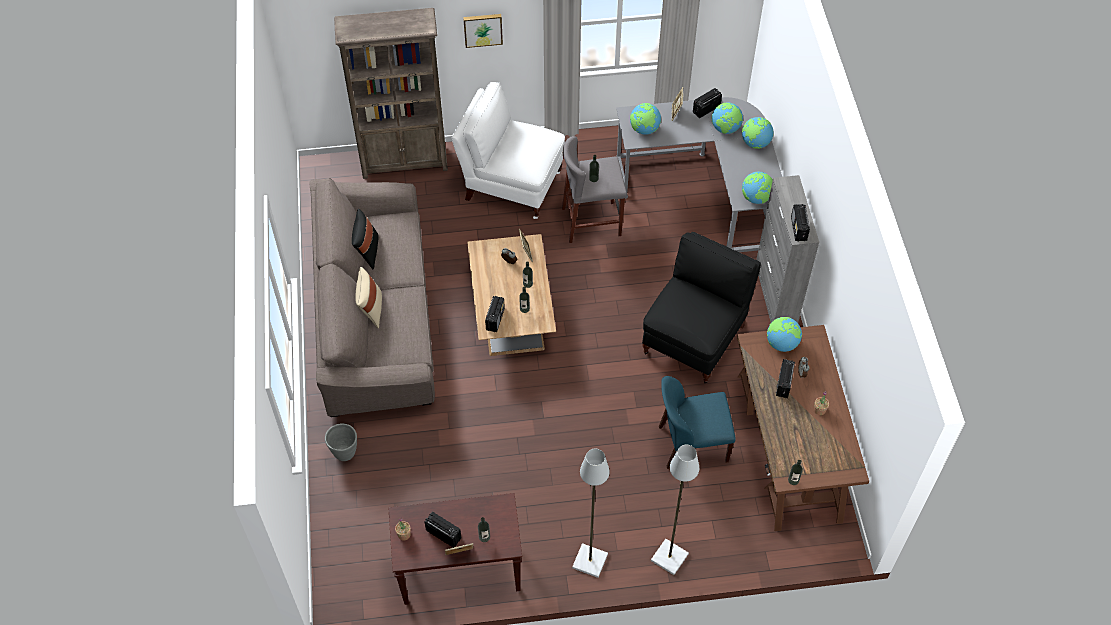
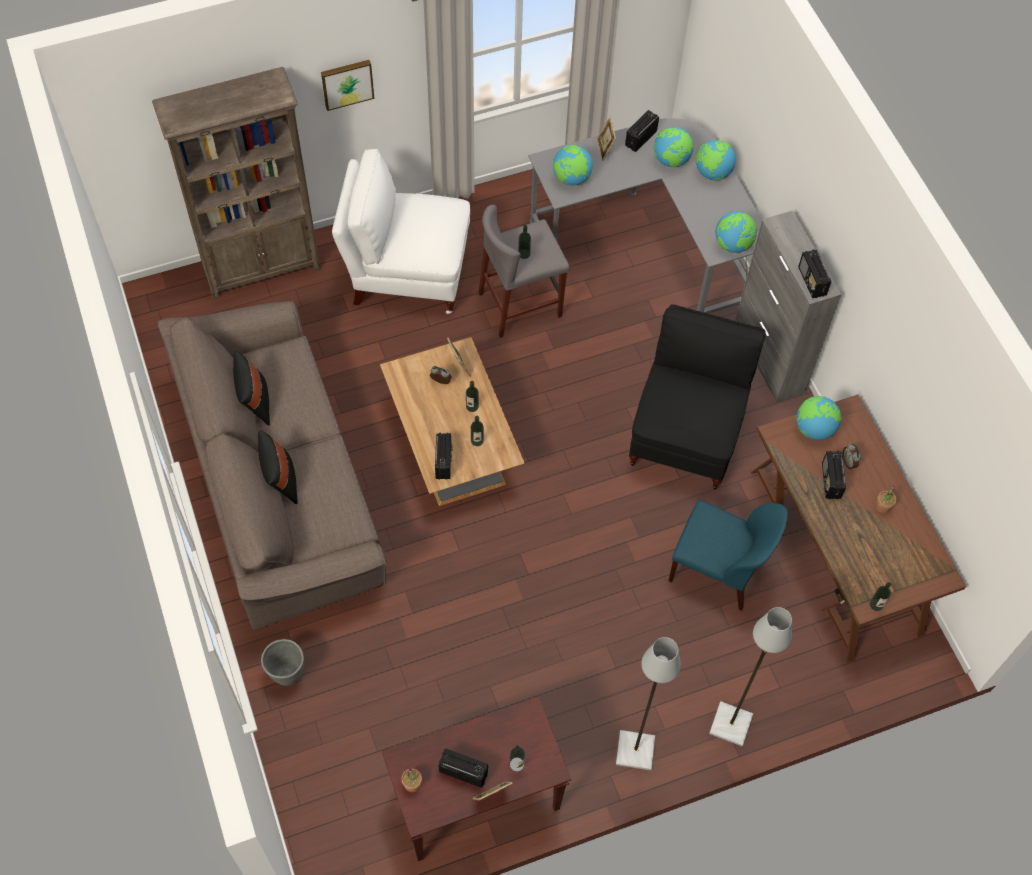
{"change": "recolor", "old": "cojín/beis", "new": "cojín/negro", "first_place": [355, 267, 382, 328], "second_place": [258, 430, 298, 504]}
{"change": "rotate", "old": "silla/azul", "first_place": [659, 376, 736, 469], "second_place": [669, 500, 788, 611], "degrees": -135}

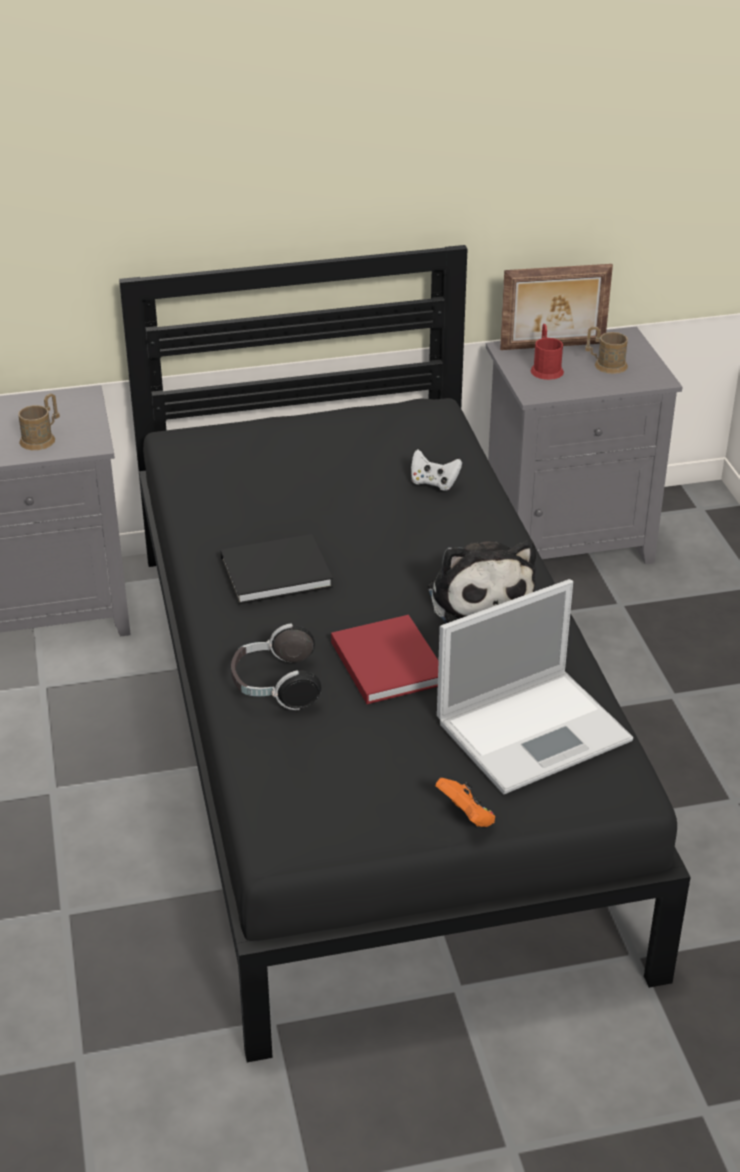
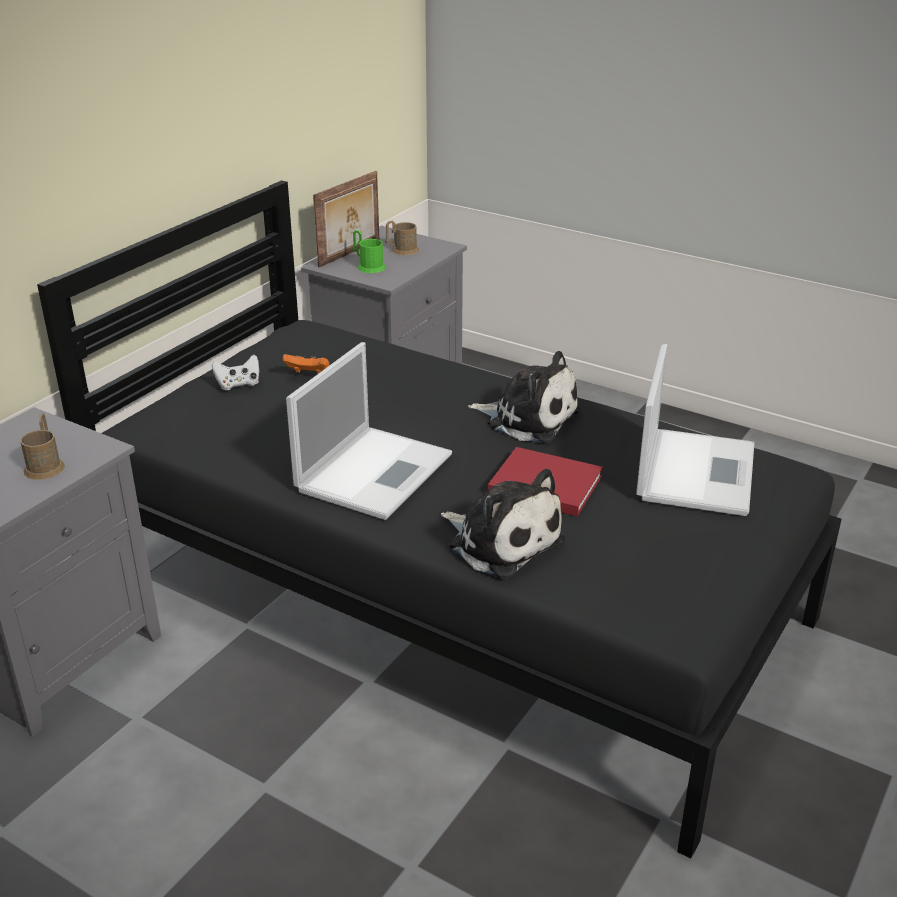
{"change": "move", "old": "mando de consola/blanco", "first_place": [411, 449, 462, 491], "second_place": [212, 355, 259, 390]}
{"change": "move", "old": "mando de consola/naranja", "first_place": [436, 778, 495, 827], "second_place": [282, 354, 329, 374]}
{"change": "replace", "old": "libro/negro", "new": "portátil", "first_place": [221, 534, 333, 604], "second_place": [286, 342, 452, 520]}
{"change": "recolor", "old": "taza grande/rojo", "new": "taza grande/verde", "first_place": [531, 324, 564, 380], "second_place": [353, 230, 386, 273]}
{"change": "replace", "old": "auriculares", "new": "peluche", "first_place": [231, 623, 321, 710], "second_place": [441, 469, 565, 579]}

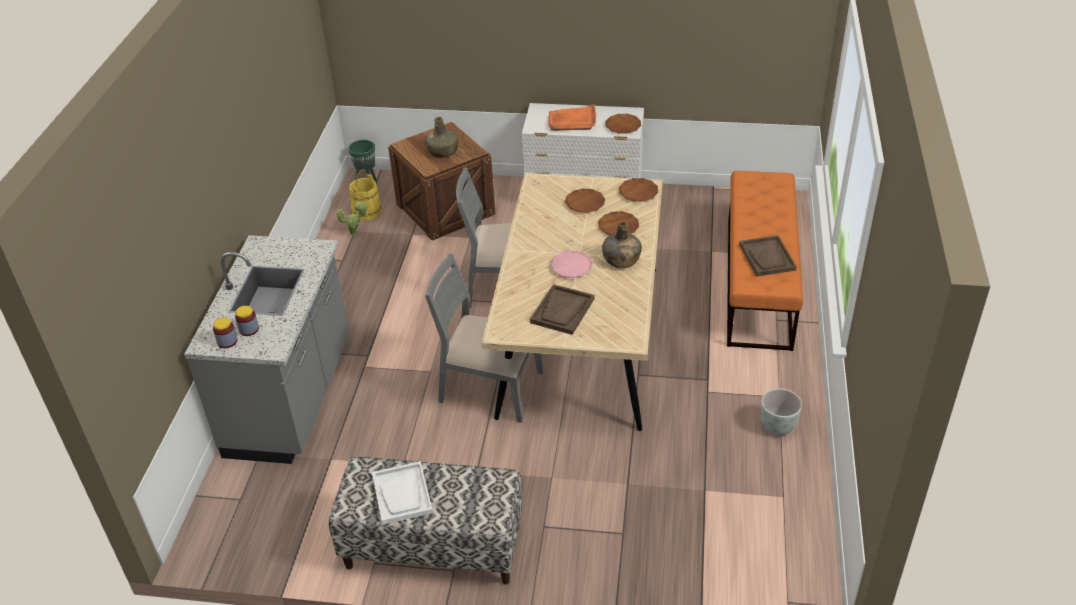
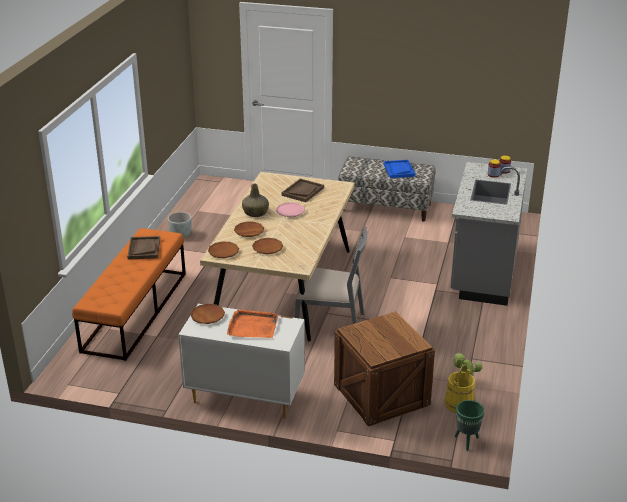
{"change": "recolor", "old": "bandeja/blanco", "new": "bandeja/azul", "first_place": [372, 461, 433, 525], "second_place": [384, 160, 416, 178]}
{"change": "delete", "old": "botella/verde", "first_place": [425, 117, 458, 158]}
{"change": "delete", "old": "silla/gris", "first_place": [425, 253, 543, 423]}

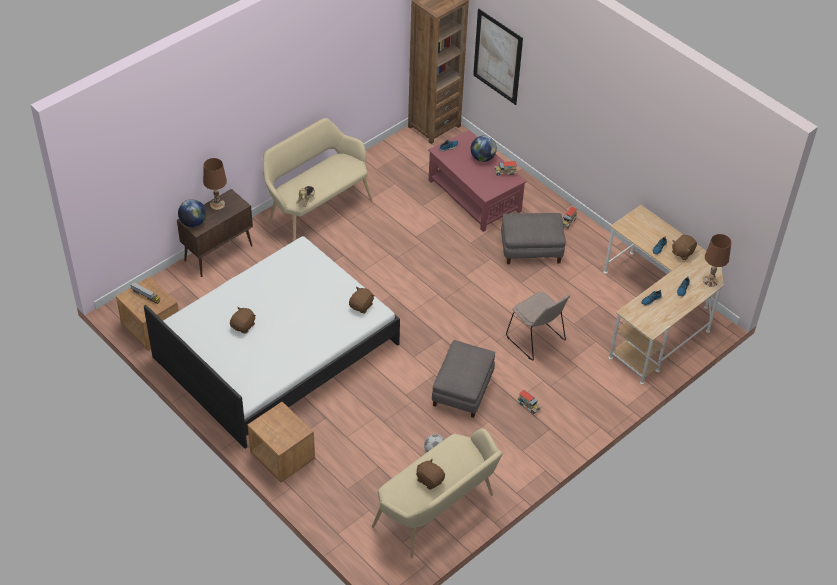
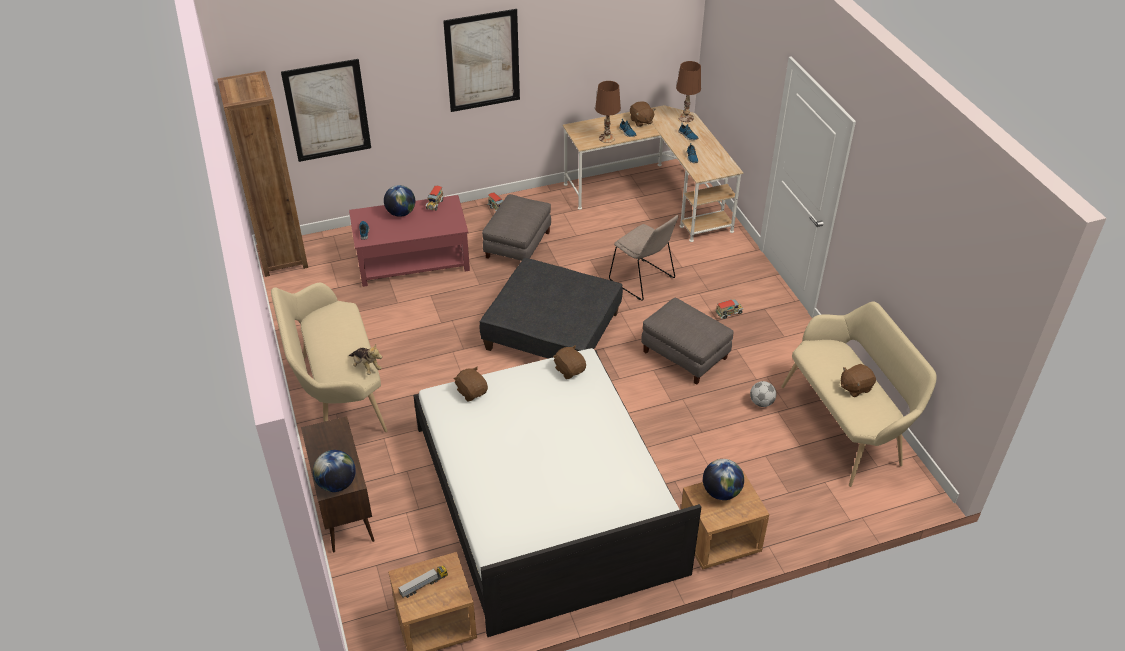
{"change": "insert", "new": "cuadro", "second_place": [443, 9, 520, 112]}
{"change": "move", "old": "peluche/marrón", "first_place": [230, 307, 256, 334], "second_place": [454, 367, 488, 402]}
{"change": "insert", "new": "puf/gris", "second_place": [479, 258, 623, 359]}
{"change": "move", "old": "lámpara de mesa/marrón", "first_place": [203, 158, 227, 210], "second_place": [595, 81, 621, 143]}
{"change": "rotate", "old": "silla/beis", "first_place": [506, 292, 570, 361], "second_place": [609, 215, 678, 301], "degrees": 60}
{"change": "insert", "new": "globo terráqueo", "second_place": [703, 459, 744, 500]}

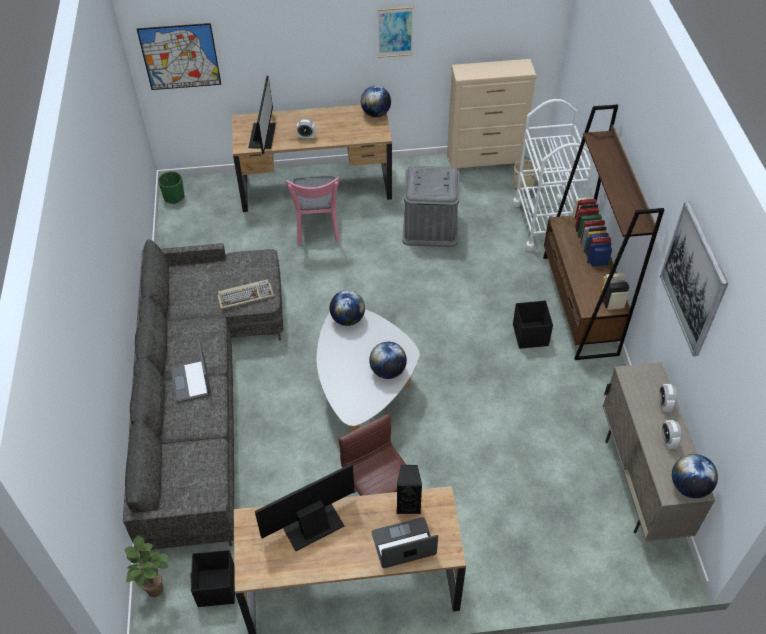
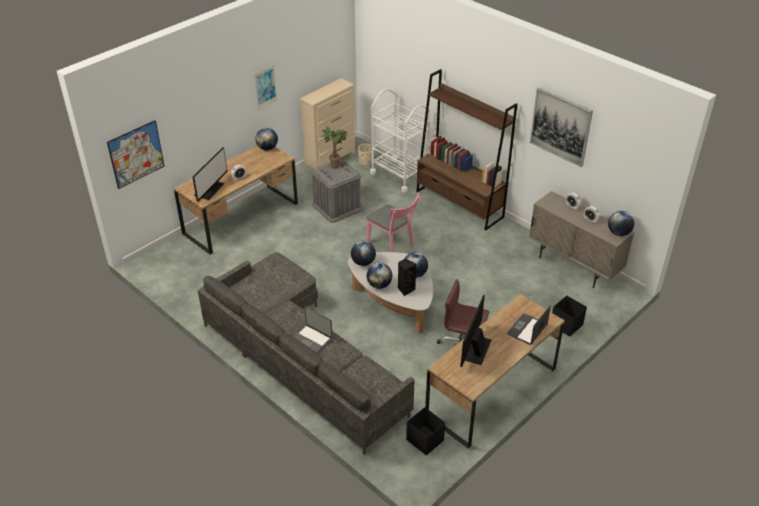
{"change": "rotate", "old": "monitor", "first_place": [249, 76, 276, 154], "second_place": [193, 147, 228, 202], "degrees": 60}
{"change": "move", "old": "planta en maceta", "first_place": [125, 536, 168, 597], "second_place": [321, 126, 348, 169]}
{"change": "move", "old": "silla/rosa", "first_place": [286, 176, 340, 245], "second_place": [366, 193, 420, 252]}
{"change": "insert", "new": "globo terráqueo", "second_place": [367, 263, 392, 289]}
{"change": "move", "old": "altavoz/negro", "first_place": [397, 465, 422, 514], "second_place": [398, 258, 416, 296]}
{"change": "move", "old": "caja de almacenaje/negro", "first_place": [513, 300, 553, 349], "second_place": [552, 296, 587, 336]}
{"change": "delete", "old": "maceta/verde", "first_place": [158, 171, 184, 204]}
{"change": "delete", "old": "teclado", "first_place": [217, 280, 274, 309]}

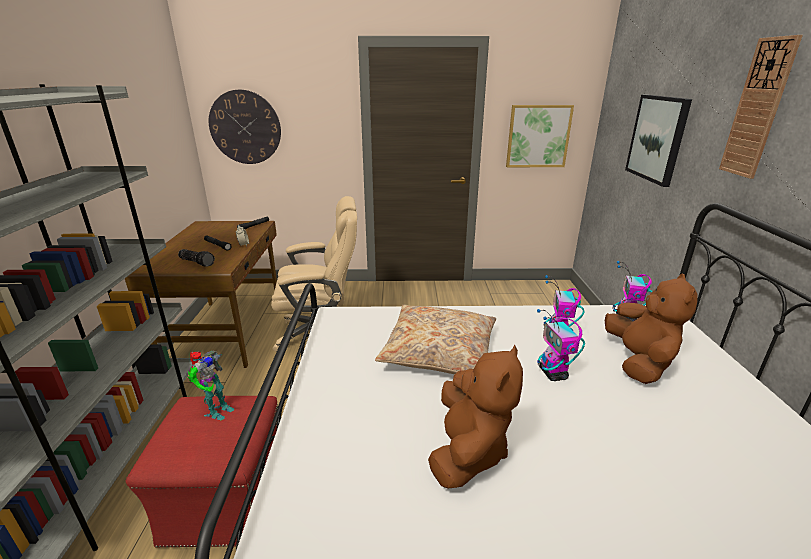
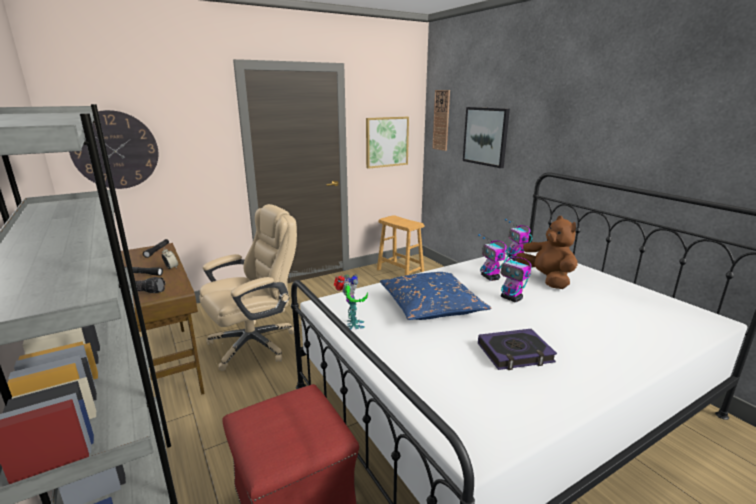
{"change": "move", "old": "robot de juguete", "first_place": [188, 351, 234, 420], "second_place": [334, 274, 368, 329]}
{"change": "insert", "new": "taburete/marrón", "second_place": [377, 215, 424, 276]}
{"change": "recolor", "old": "cojín/beis", "new": "cojín/azul", "first_place": [375, 305, 496, 374], "second_place": [380, 272, 491, 320]}
{"change": "move", "old": "reloj de pared", "first_place": [719, 35, 803, 179], "second_place": [432, 90, 450, 151]}
{"change": "replace", "old": "peluche/marrón", "new": "libro", "first_place": [428, 344, 523, 489], "second_place": [478, 329, 557, 370]}

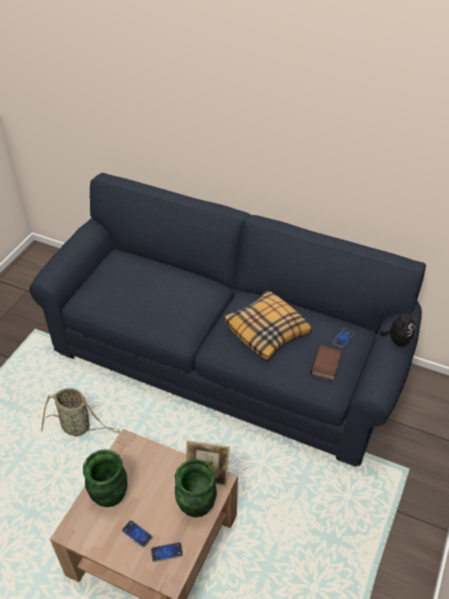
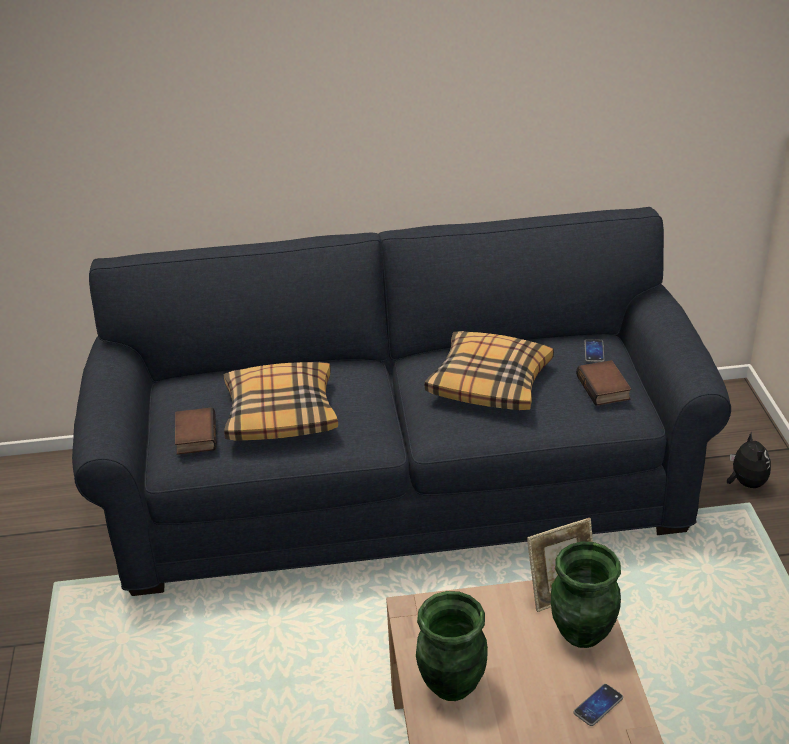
{"change": "insert", "new": "libro", "second_place": [175, 407, 217, 455]}
{"change": "insert", "new": "cojín", "second_place": [224, 362, 338, 441]}
{"change": "move", "old": "peluche", "first_place": [380, 308, 416, 346], "second_place": [727, 431, 771, 488]}
{"change": "delete", "old": "cesta", "first_place": [41, 388, 119, 436]}
{"change": "delete", "old": "móvil", "first_place": [122, 520, 153, 548]}

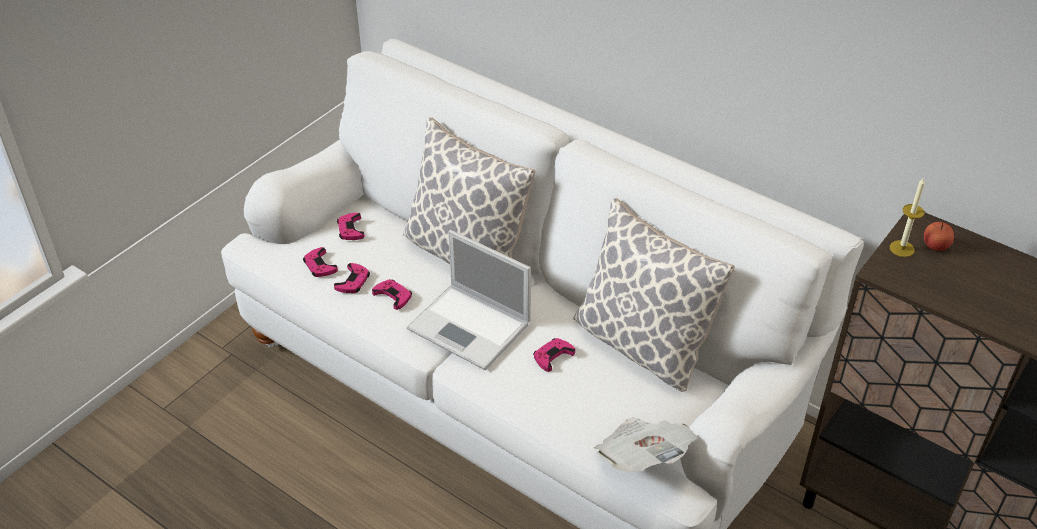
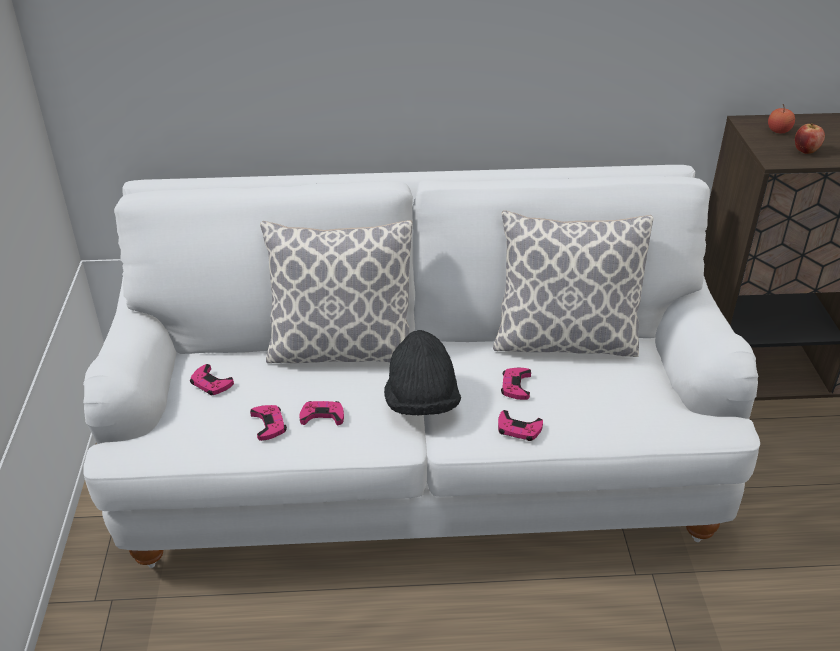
{"change": "replace", "old": "portátil", "new": "sombrero/negro", "first_place": [407, 230, 531, 370], "second_place": [384, 330, 461, 415]}
{"change": "move", "old": "mando de consola/rosa", "first_place": [303, 247, 338, 277], "second_place": [498, 410, 543, 441]}
{"change": "insert", "new": "manzana", "second_place": [795, 124, 825, 154]}
{"change": "delete", "old": "periódico", "first_place": [594, 417, 698, 472]}
{"change": "delete", "old": "vela", "first_place": [890, 177, 925, 257]}

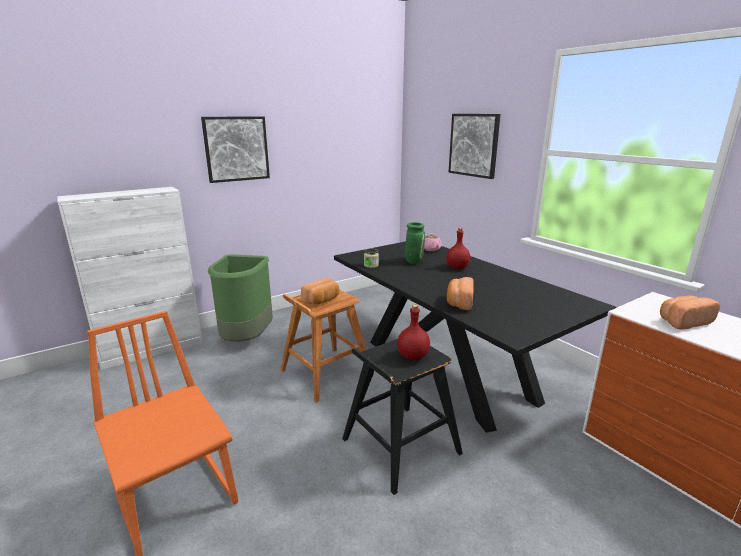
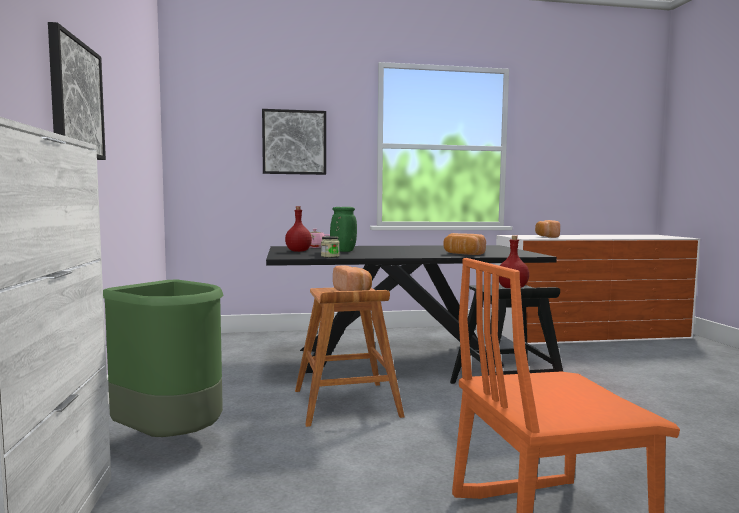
{"change": "move", "old": "botella/rojo", "first_place": [447, 228, 470, 269], "second_place": [285, 206, 312, 252]}

